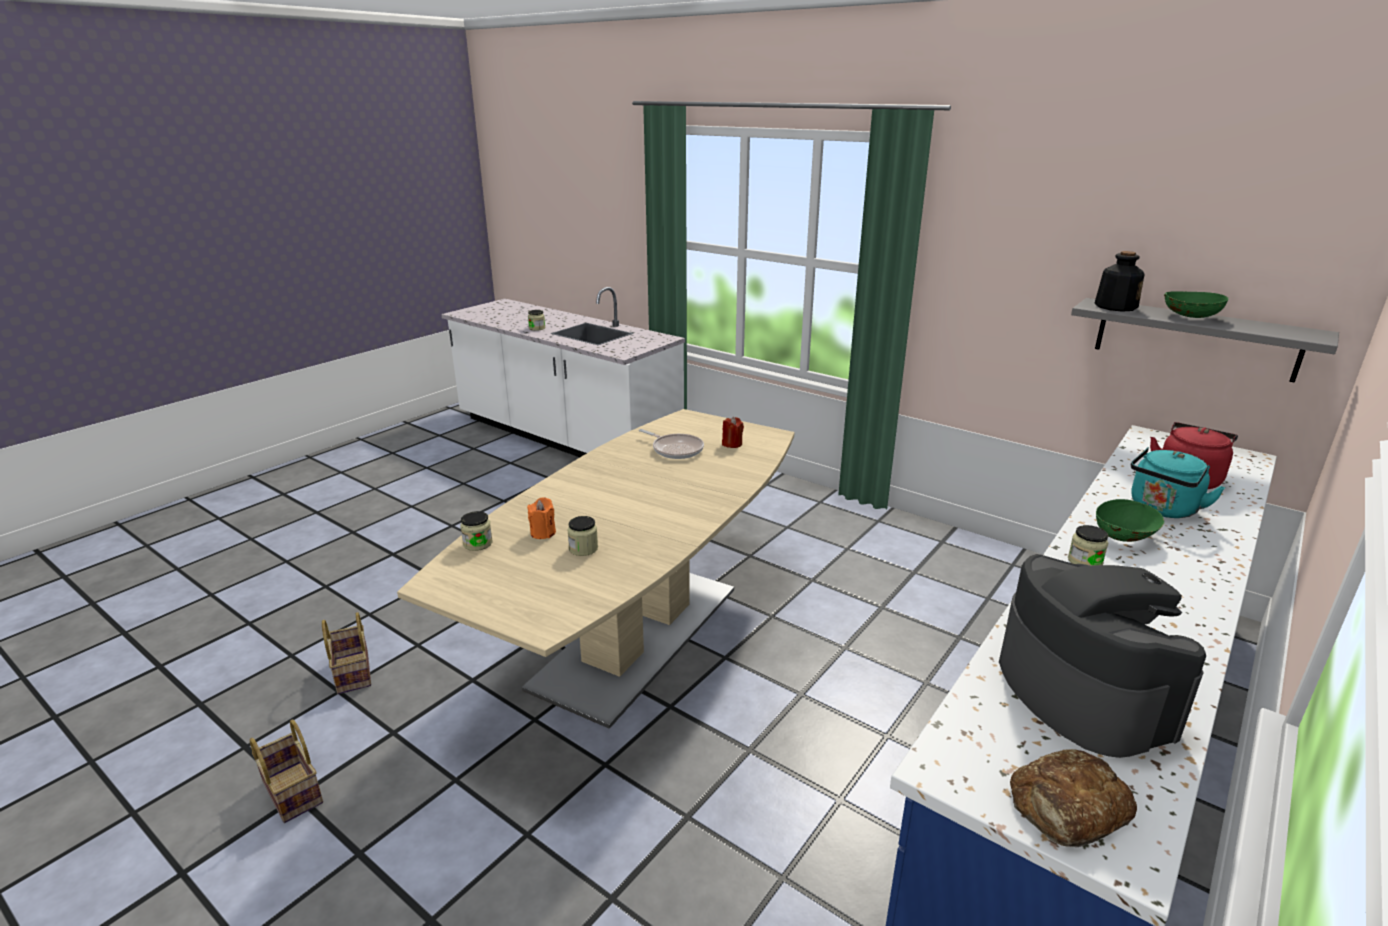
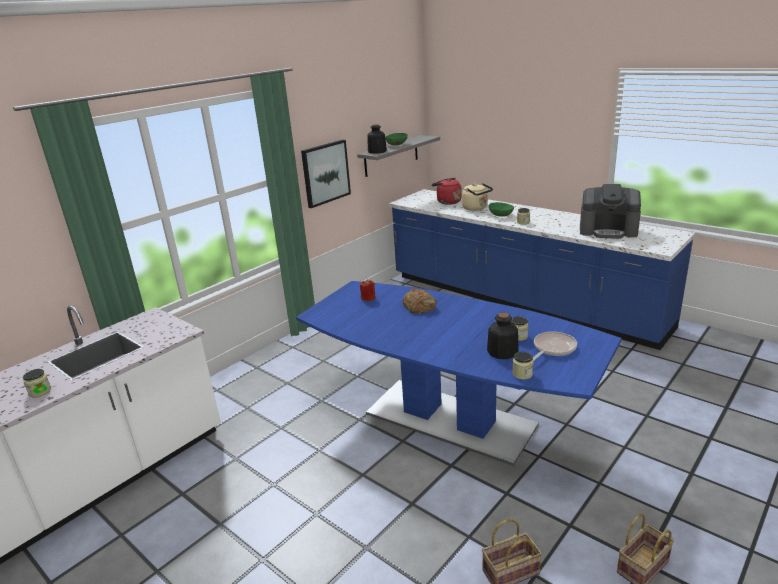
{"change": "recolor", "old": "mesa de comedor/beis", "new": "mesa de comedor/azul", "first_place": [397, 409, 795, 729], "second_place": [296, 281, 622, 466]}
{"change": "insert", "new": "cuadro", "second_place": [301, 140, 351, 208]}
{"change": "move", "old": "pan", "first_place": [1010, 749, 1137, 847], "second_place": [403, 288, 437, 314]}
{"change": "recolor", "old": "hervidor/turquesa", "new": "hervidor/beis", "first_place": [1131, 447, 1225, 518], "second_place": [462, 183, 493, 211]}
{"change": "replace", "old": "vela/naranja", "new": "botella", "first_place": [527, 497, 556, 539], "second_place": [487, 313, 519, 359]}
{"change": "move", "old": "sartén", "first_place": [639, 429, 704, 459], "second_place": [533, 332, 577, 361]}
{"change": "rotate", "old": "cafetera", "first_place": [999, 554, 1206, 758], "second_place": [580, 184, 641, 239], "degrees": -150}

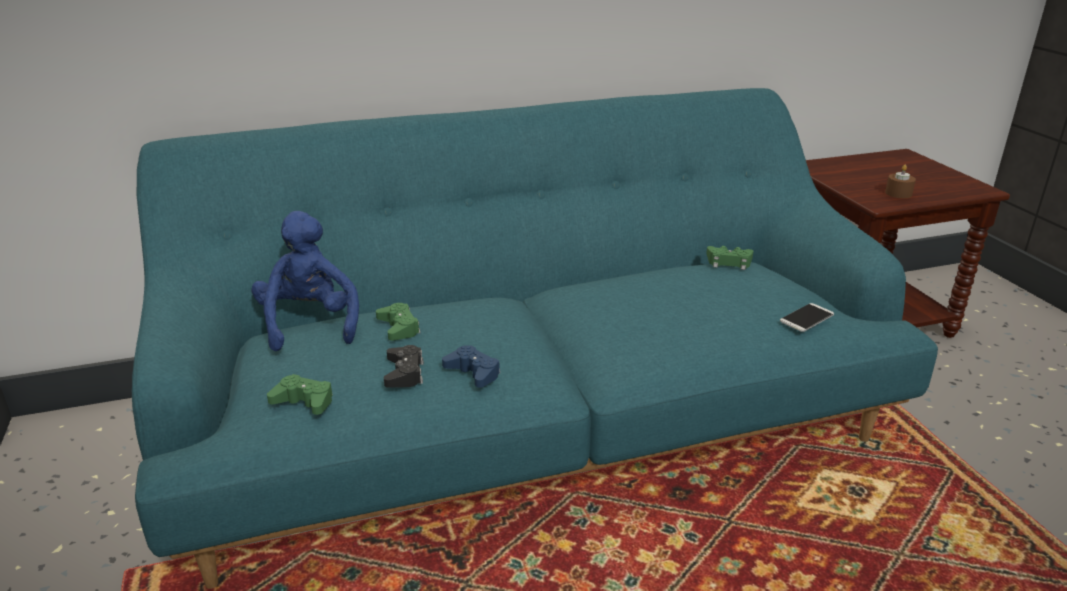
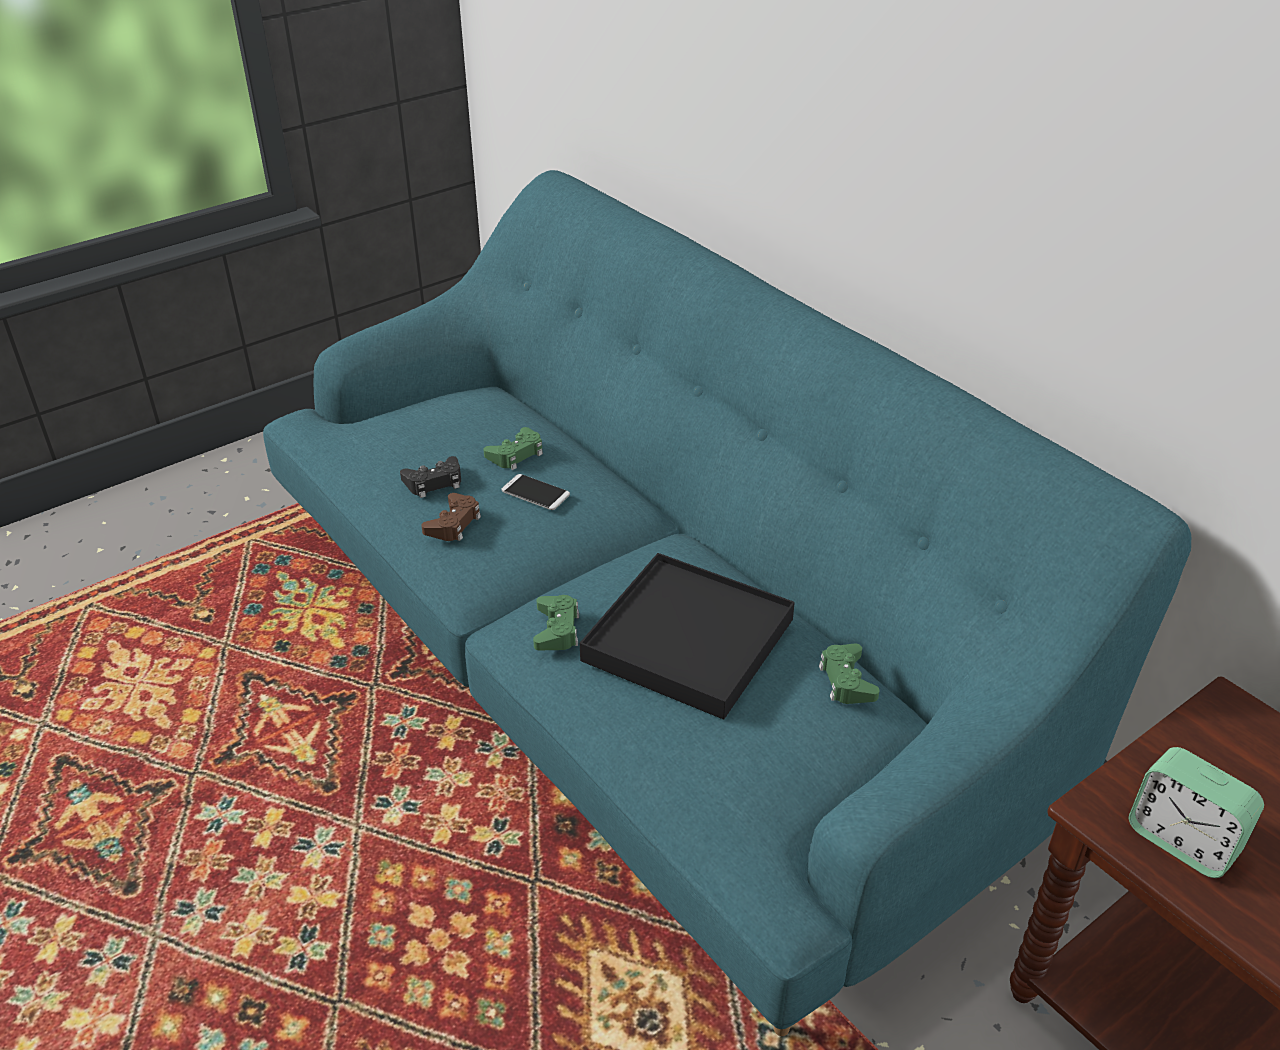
{"change": "recolor", "old": "mando de consola/azul", "new": "mando de consola/marrón", "first_place": [442, 345, 500, 388], "second_place": [421, 493, 481, 541]}
{"change": "move", "old": "móvil", "first_place": [780, 303, 834, 332], "second_place": [501, 474, 570, 510]}
{"change": "move", "old": "mando de consola/verde", "first_place": [267, 374, 333, 415], "second_place": [533, 595, 579, 650]}
{"change": "insert", "new": "bandeja/negro", "second_place": [580, 553, 795, 720]}
{"change": "replace", "old": "vela/marrón", "new": "despertador", "first_place": [885, 165, 916, 198], "second_place": [1129, 747, 1264, 878]}
{"change": "delete", "old": "peluche/azul", "first_place": [251, 211, 359, 351]}

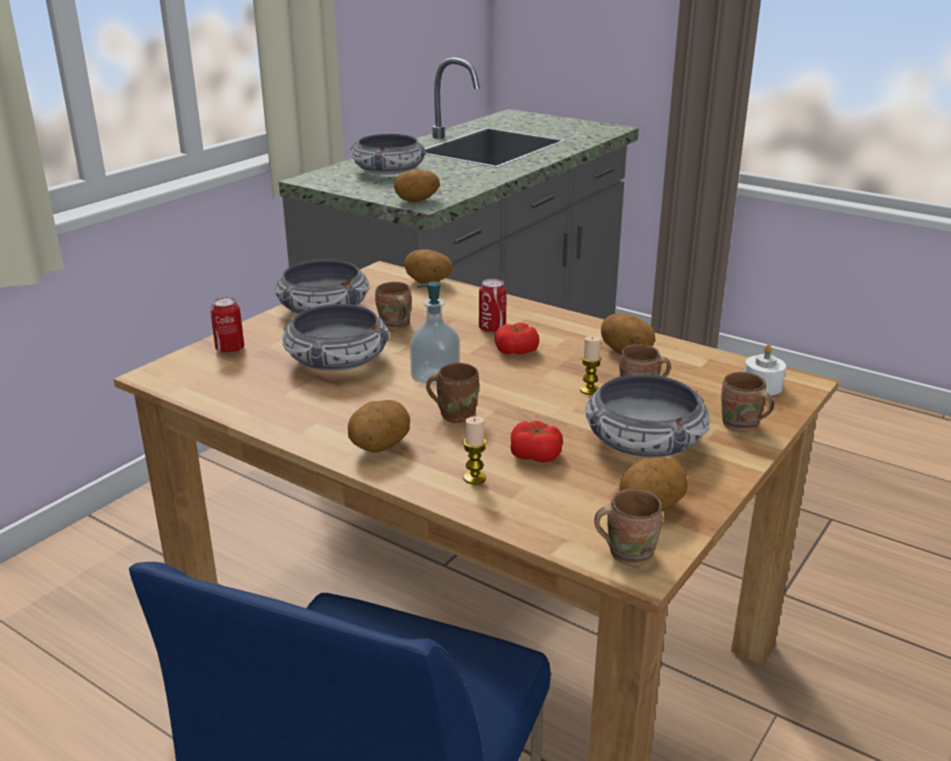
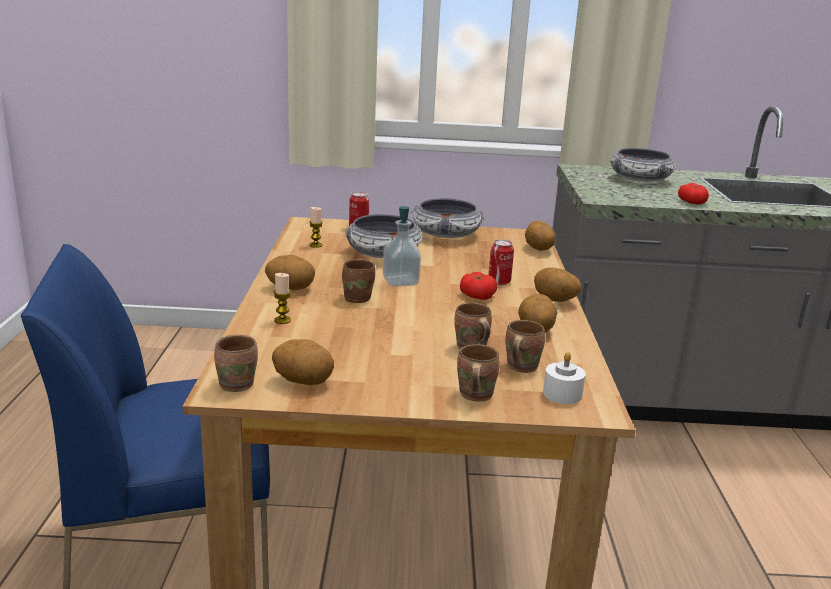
{"change": "move", "old": "vela", "first_place": [580, 336, 602, 395], "second_place": [309, 207, 323, 248]}
{"change": "move", "old": "taza grande/marrón", "first_place": [375, 282, 412, 330], "second_place": [506, 320, 545, 373]}
{"change": "move", "old": "patata", "first_place": [394, 169, 440, 202], "second_place": [534, 267, 581, 302]}
{"change": "move", "old": "tomate", "first_place": [511, 421, 563, 463], "second_place": [678, 183, 709, 205]}
{"change": "delete", "old": "cuenco", "first_place": [585, 374, 710, 458]}

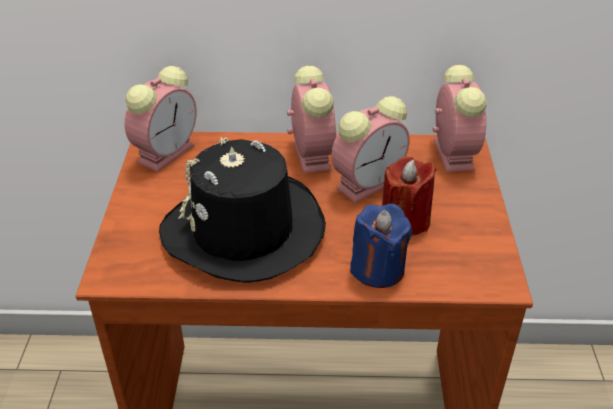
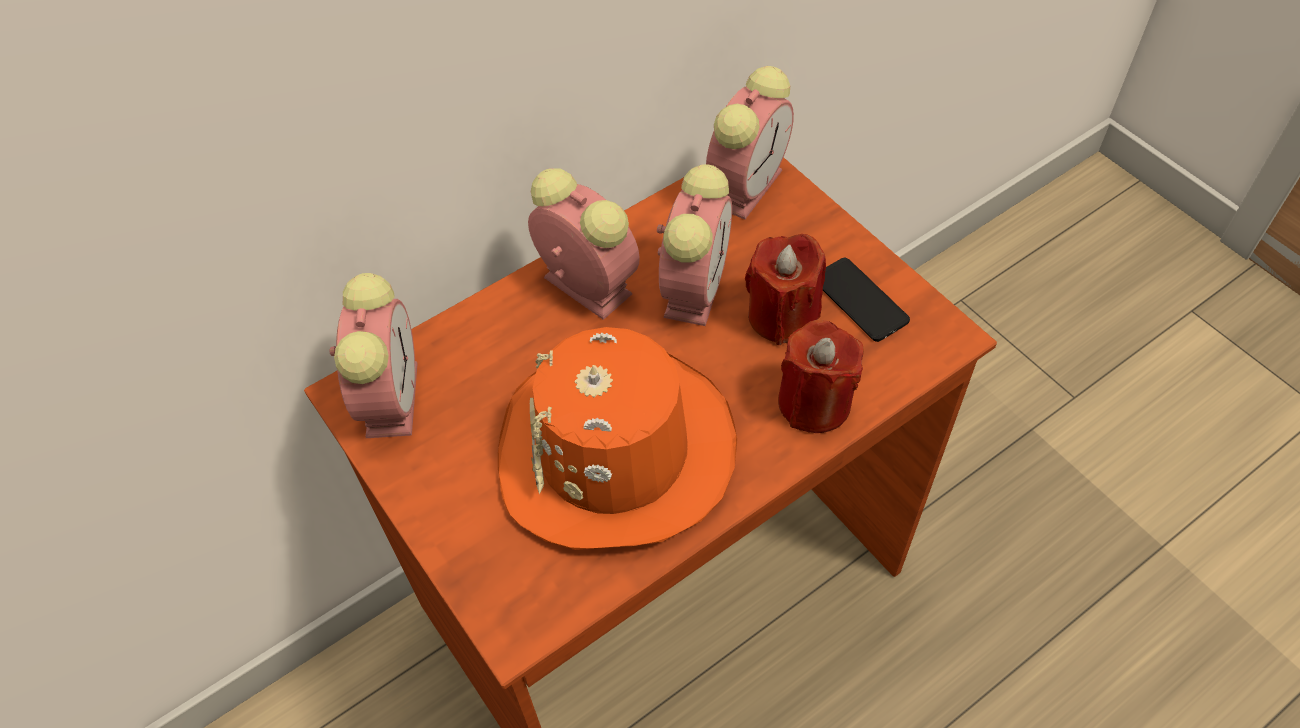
{"change": "recolor", "old": "sombrero/negro", "new": "sombrero/naranja", "first_place": [159, 137, 326, 283], "second_place": [498, 327, 737, 550]}
{"change": "rotate", "old": "despertador", "first_place": [433, 65, 487, 172], "second_place": [706, 66, 794, 220], "degrees": 75}
{"change": "recolor", "old": "vela/azul", "new": "vela/rojo", "first_place": [350, 204, 412, 288], "second_place": [778, 320, 864, 433]}
{"change": "insert", "new": "móvil", "second_place": [823, 257, 910, 342]}

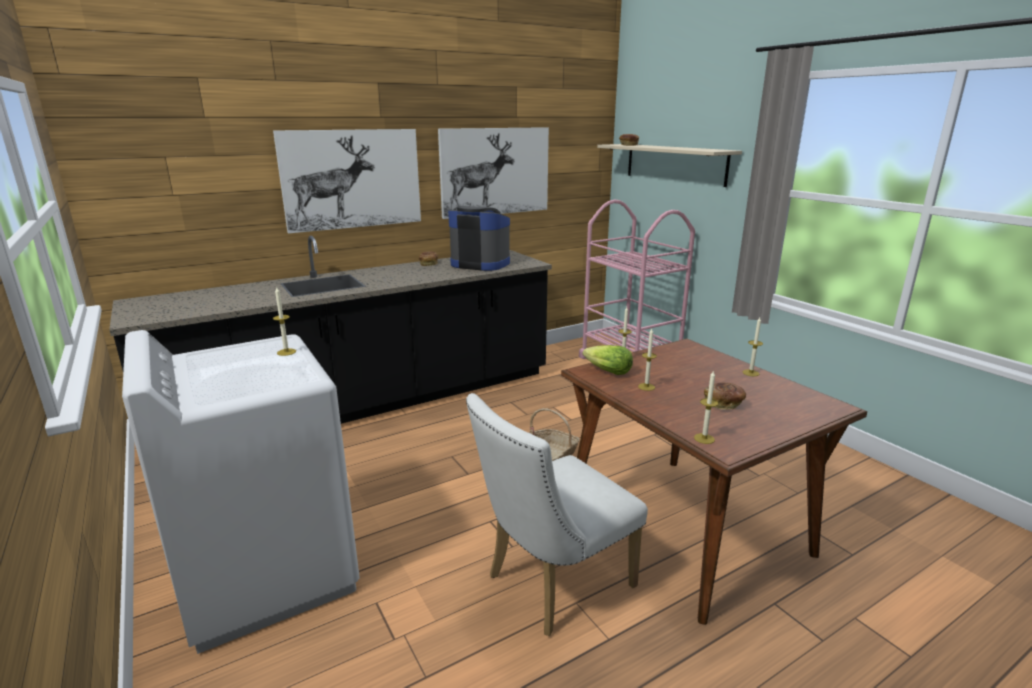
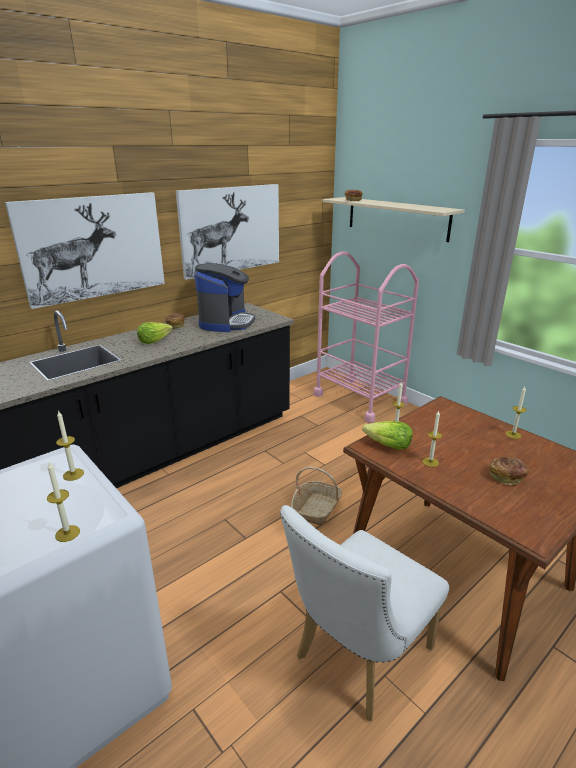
{"change": "move", "old": "vela", "first_place": [694, 370, 718, 444], "second_place": [47, 463, 80, 542]}
{"change": "insert", "new": "lechuga", "second_place": [137, 322, 173, 344]}
{"change": "rotate", "old": "cafetera", "first_place": [448, 206, 510, 271], "second_place": [194, 263, 255, 332], "degrees": 90}

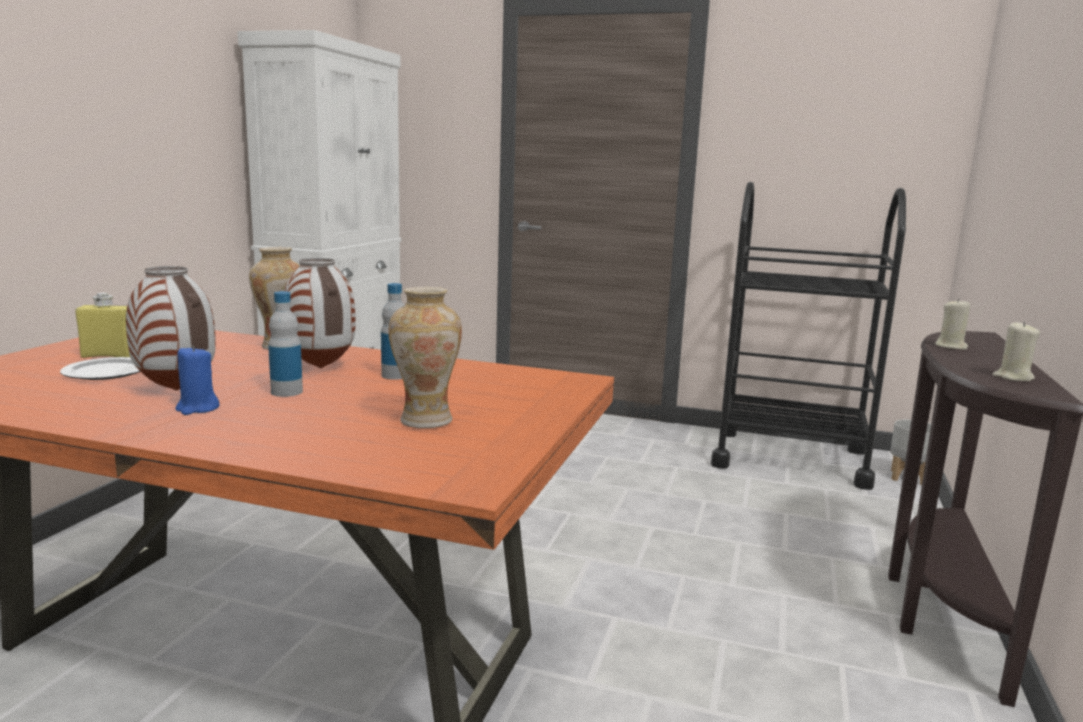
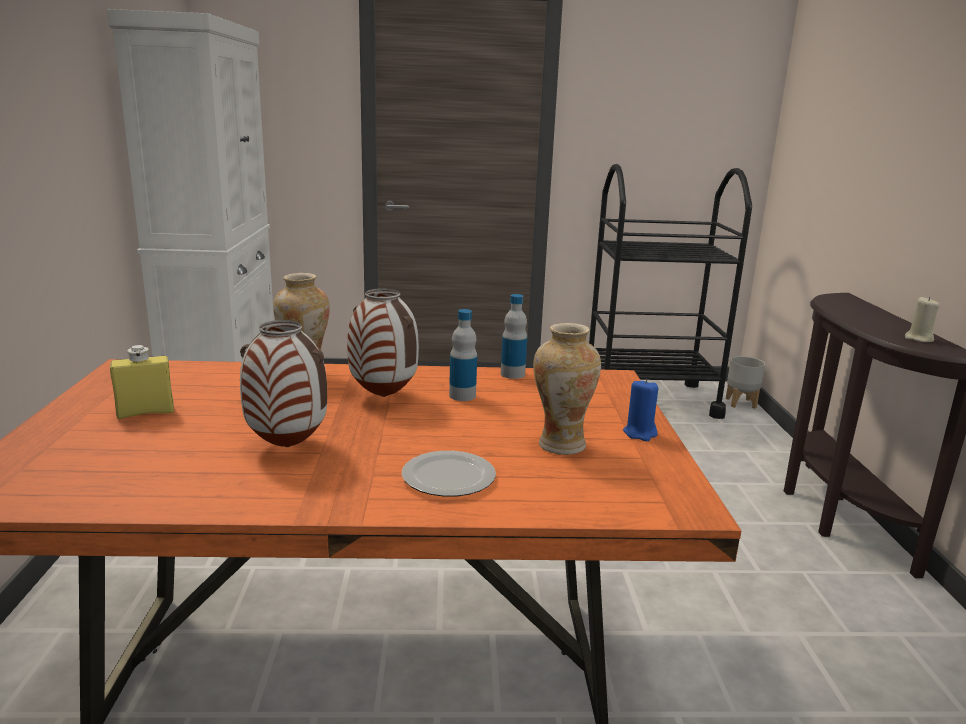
{"change": "move", "old": "plato", "first_place": [60, 357, 140, 380], "second_place": [402, 451, 496, 497]}
{"change": "move", "old": "botella", "first_place": [268, 291, 303, 397], "second_place": [501, 294, 527, 379]}
{"change": "move", "old": "vela/azul", "first_place": [175, 345, 220, 415], "second_place": [623, 379, 658, 441]}
{"change": "delete", "old": "vela/beis", "first_place": [935, 298, 970, 350]}

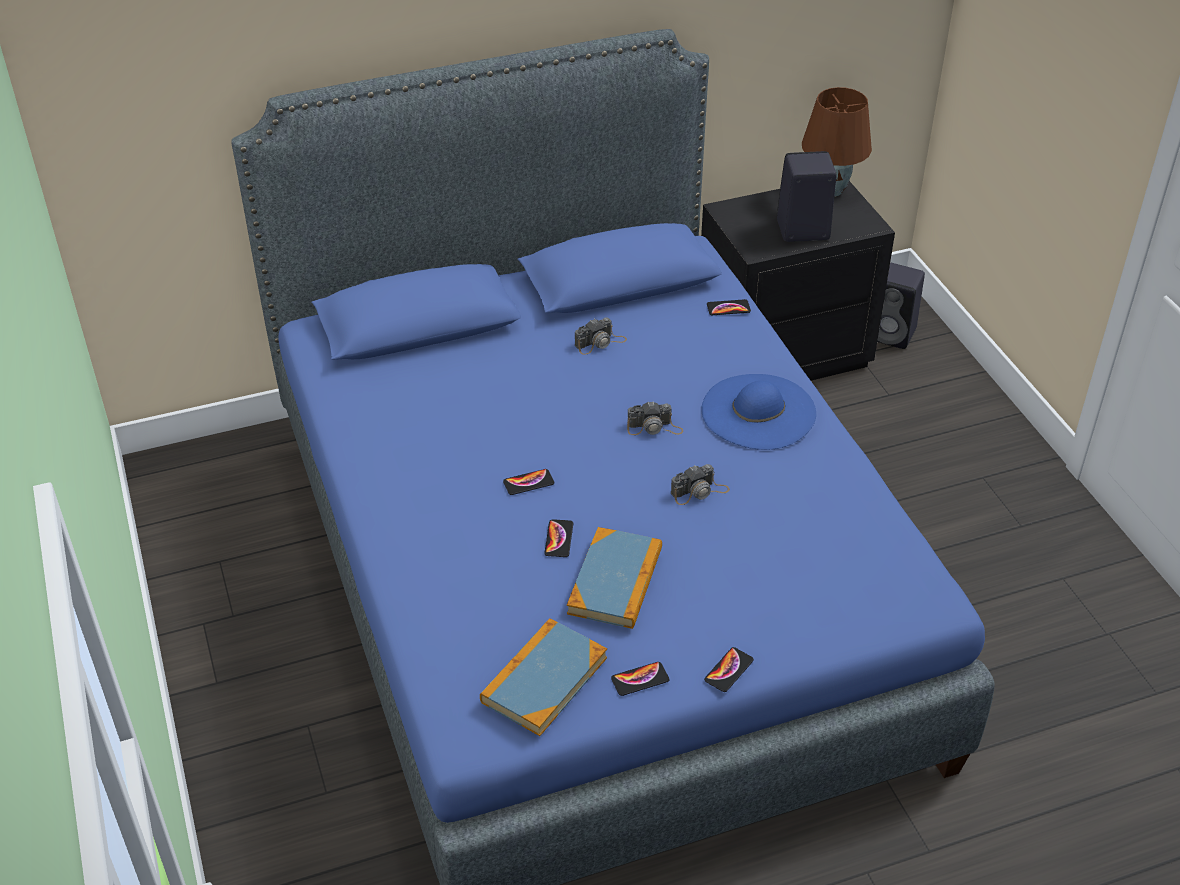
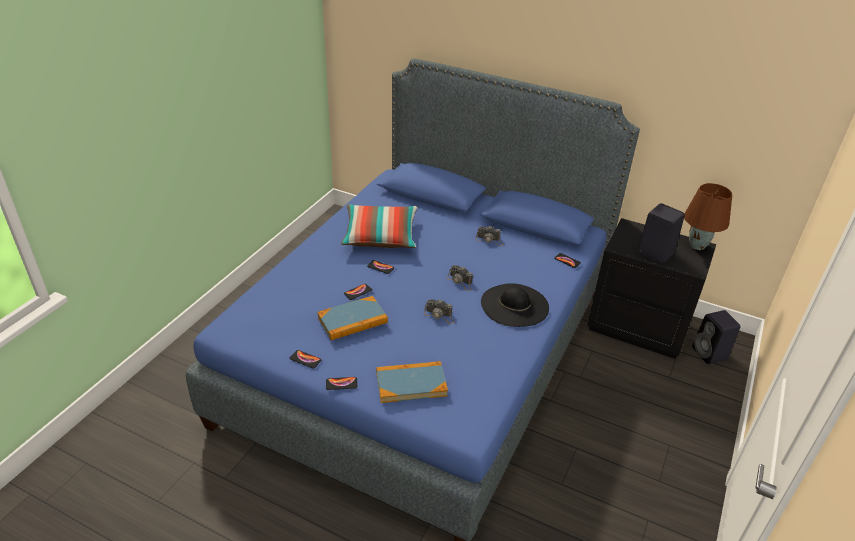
{"change": "insert", "new": "cojín", "second_place": [341, 205, 417, 248]}
{"change": "move", "old": "libro", "first_place": [480, 618, 607, 736], "second_place": [376, 361, 448, 403]}
{"change": "recolor", "old": "sombrero/azul", "new": "sombrero/negro", "first_place": [701, 374, 816, 450], "second_place": [481, 283, 549, 327]}

